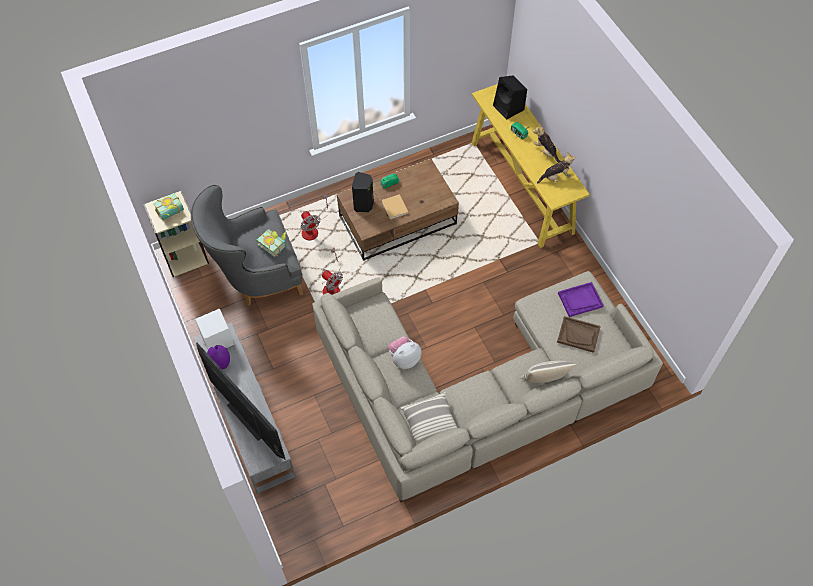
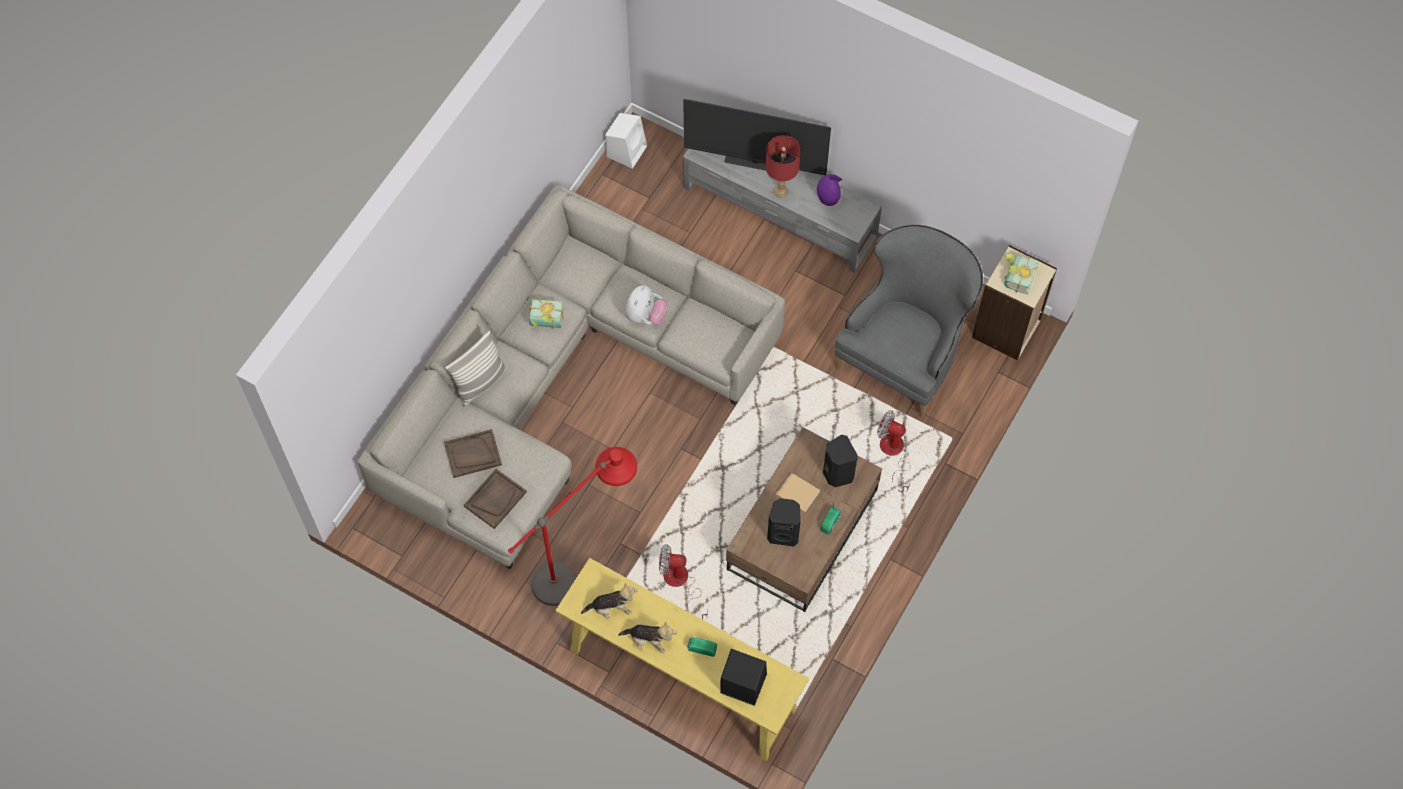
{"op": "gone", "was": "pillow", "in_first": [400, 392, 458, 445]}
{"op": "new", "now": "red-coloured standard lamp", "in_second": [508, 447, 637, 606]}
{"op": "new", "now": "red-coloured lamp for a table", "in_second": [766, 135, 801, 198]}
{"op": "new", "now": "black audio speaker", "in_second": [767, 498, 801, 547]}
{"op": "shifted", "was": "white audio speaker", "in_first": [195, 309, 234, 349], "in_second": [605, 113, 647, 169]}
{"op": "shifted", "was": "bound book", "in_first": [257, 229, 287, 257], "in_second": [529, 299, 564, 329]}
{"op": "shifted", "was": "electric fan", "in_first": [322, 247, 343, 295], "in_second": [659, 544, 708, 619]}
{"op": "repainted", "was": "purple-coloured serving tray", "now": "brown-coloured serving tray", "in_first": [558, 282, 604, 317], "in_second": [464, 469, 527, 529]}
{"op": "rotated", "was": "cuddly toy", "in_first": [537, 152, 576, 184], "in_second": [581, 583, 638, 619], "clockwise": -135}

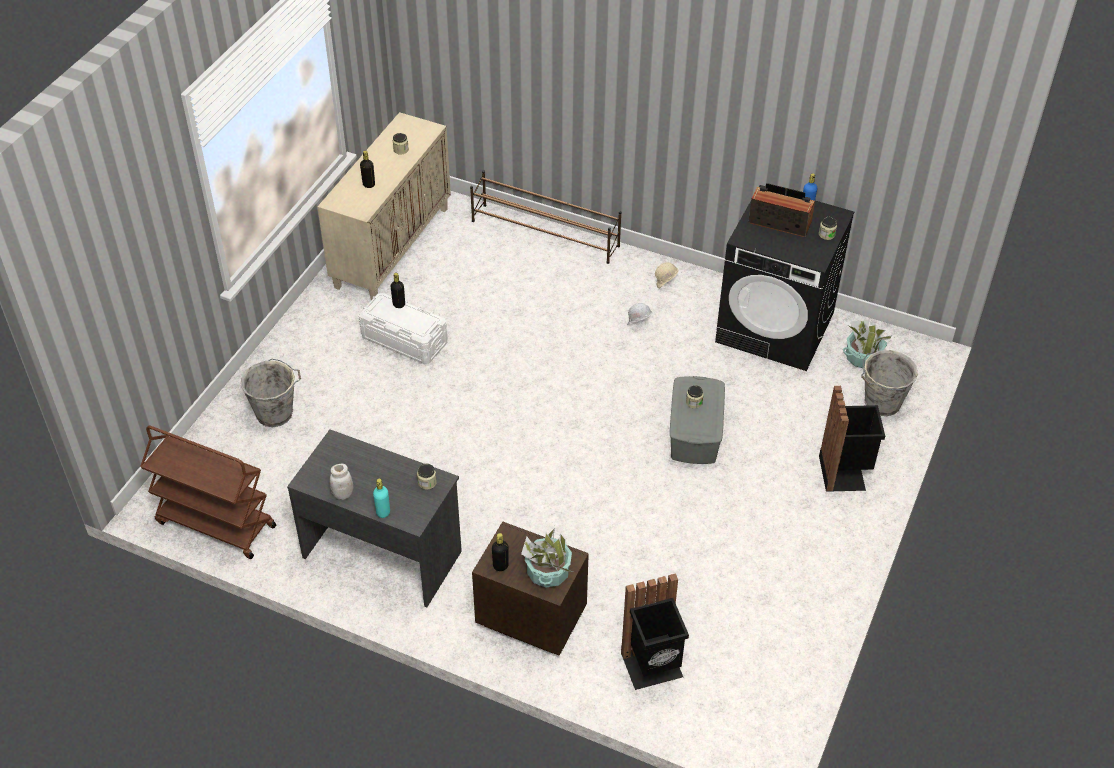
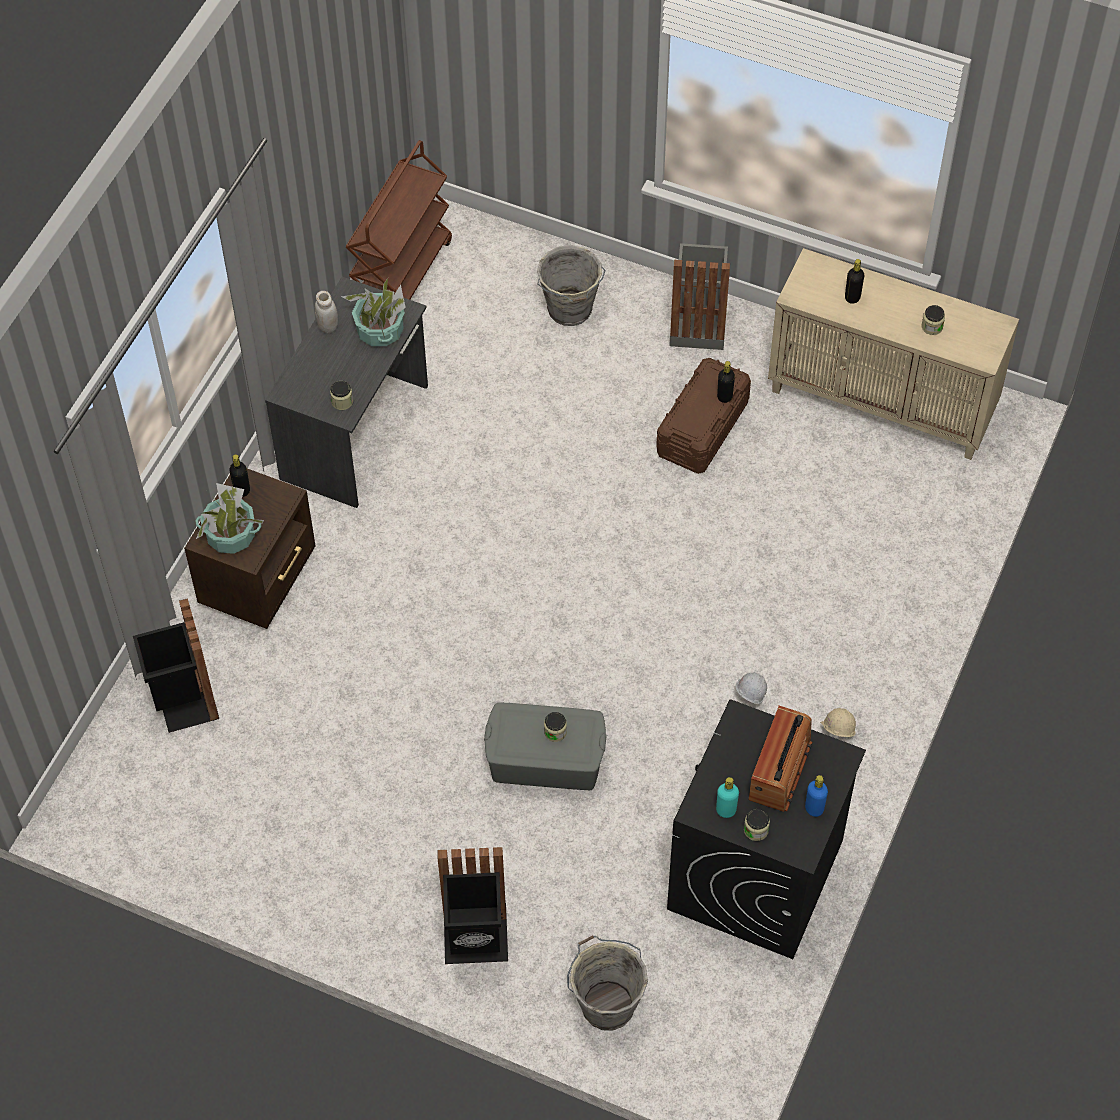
{"op": "gone", "was": "brown-coloured shoe rack", "in_first": [470, 170, 621, 264]}
{"op": "new", "now": "grey rubbish bin", "in_second": [669, 243, 730, 350]}
{"op": "shifted", "was": "blue-green bottle", "in_first": [373, 478, 390, 518], "in_second": [716, 777, 739, 818]}
{"op": "shifted", "was": "houseplant", "in_first": [843, 320, 892, 368], "in_second": [341, 278, 406, 346]}
{"op": "repainted", "was": "white storage box", "now": "brown-coloured storage box", "in_first": [359, 293, 448, 364], "in_second": [656, 358, 751, 474]}

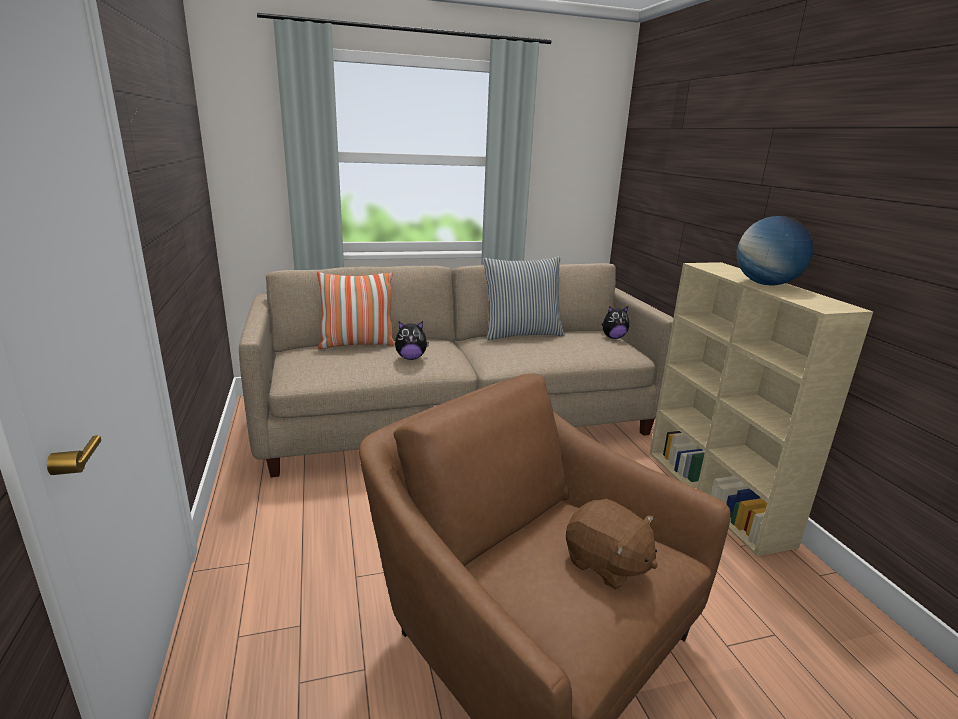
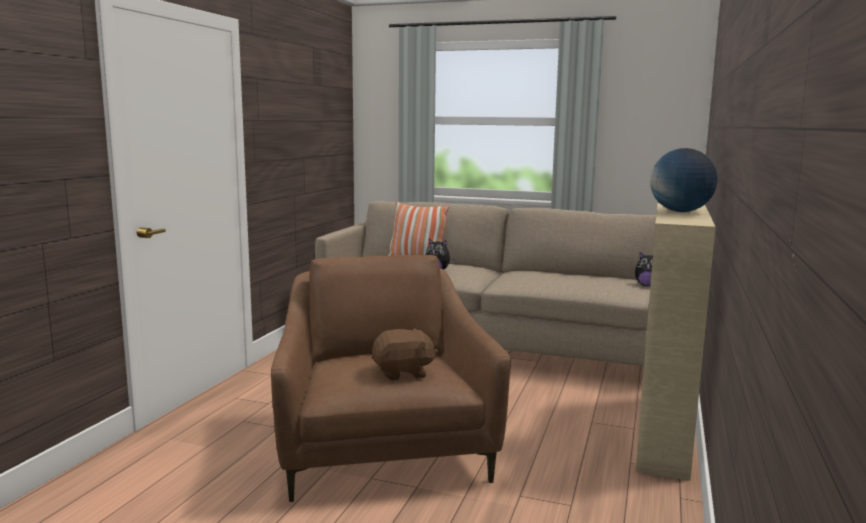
{"op": "gone", "was": "pillow", "in_first": [483, 256, 565, 340]}
{"op": "rotated", "was": "brown-coloured cuddly toy", "in_first": [566, 499, 658, 590], "in_second": [371, 328, 438, 381], "clockwise": -90}

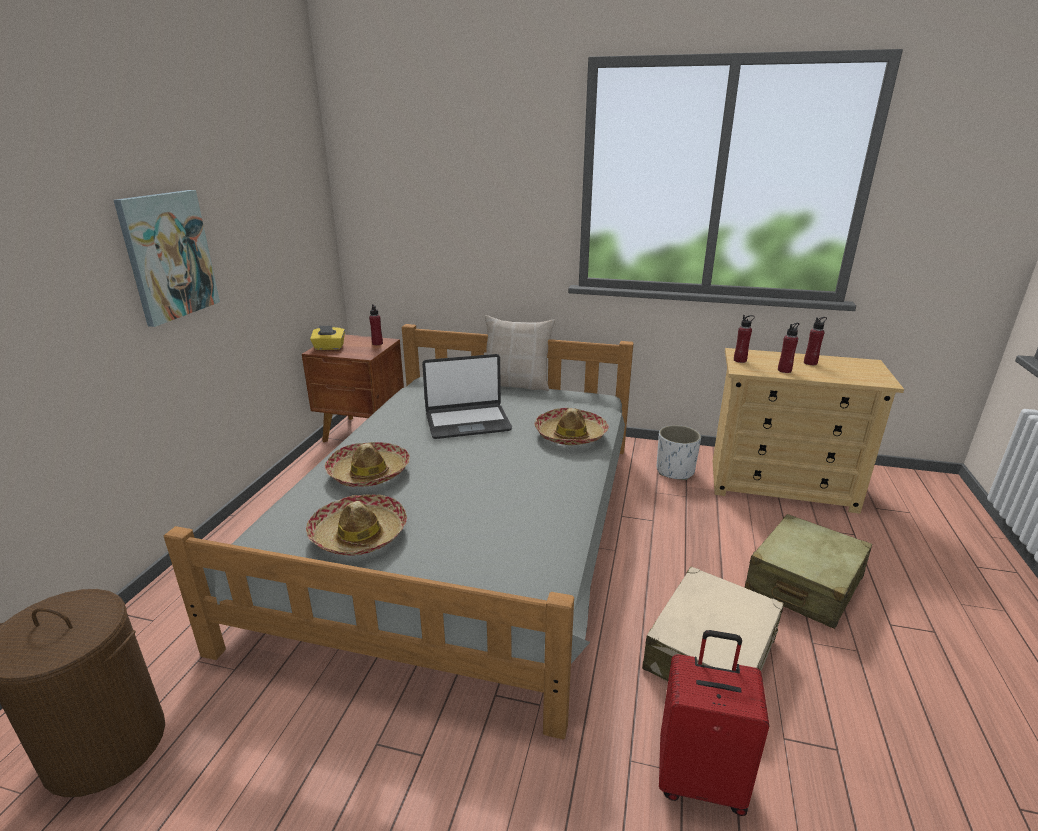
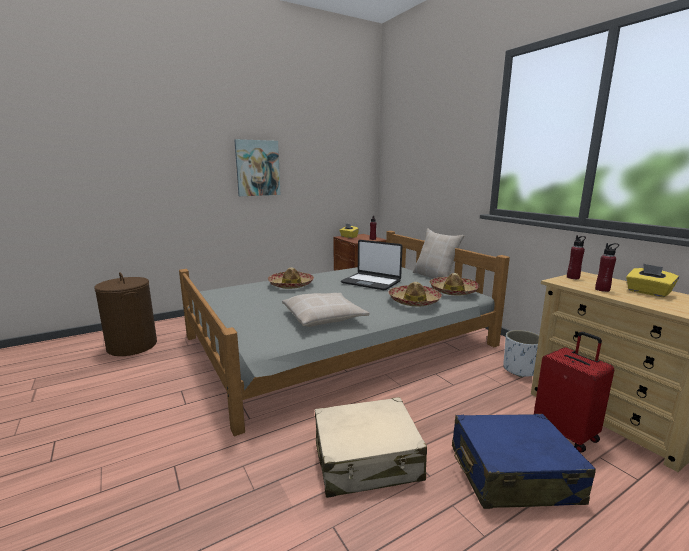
{"op": "new", "now": "beige-coloured pillow", "in_second": [282, 293, 370, 327]}
{"op": "shifted", "was": "hat", "in_first": [306, 494, 407, 556], "in_second": [429, 273, 480, 296]}
{"op": "shifted", "was": "red-coloured travel case", "in_first": [659, 630, 769, 816], "in_second": [534, 332, 614, 453]}
{"op": "swapped", "was": "red-coloured bottle", "now": "yellow tissue box", "in_first": [804, 317, 827, 365], "in_second": [626, 264, 679, 297]}
{"op": "repainted", "was": "beige-coloured travel case", "now": "blue-coloured travel case", "in_first": [745, 514, 872, 629], "in_second": [452, 414, 596, 509]}

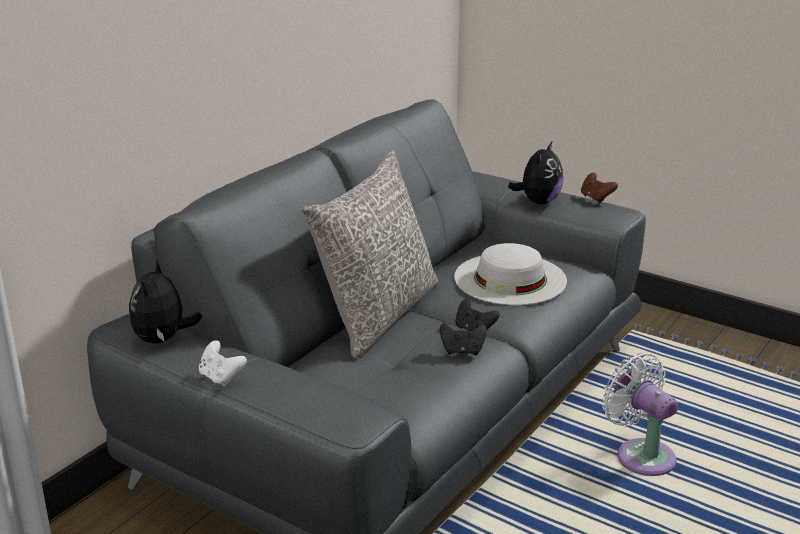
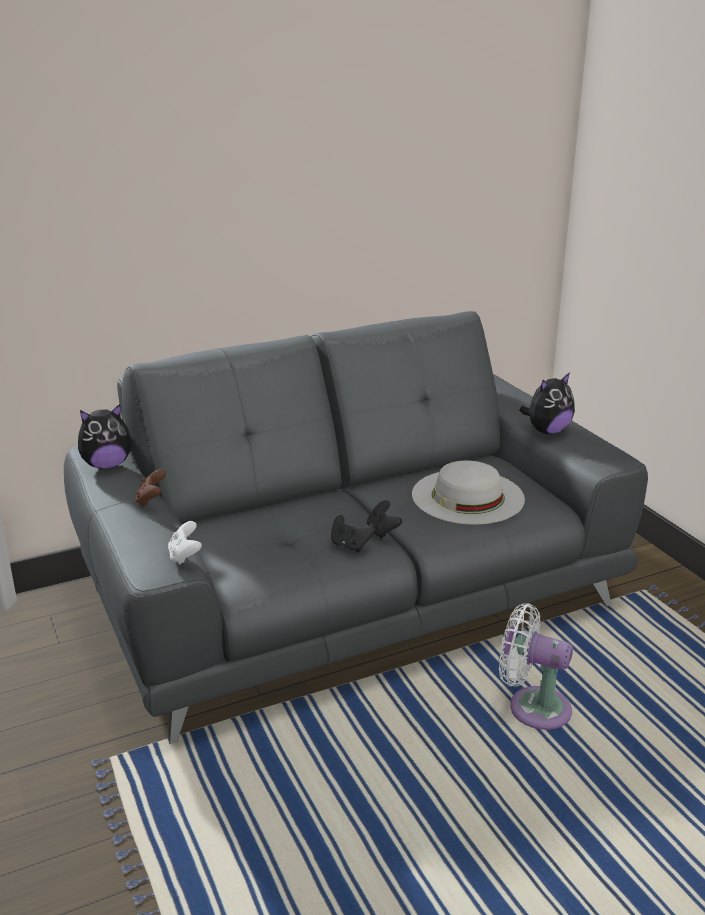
{"op": "gone", "was": "grey pillow", "in_first": [301, 150, 439, 358]}
{"op": "shifted", "was": "white game controller", "in_first": [199, 340, 247, 386], "in_second": [168, 521, 202, 565]}
{"op": "shifted", "was": "brown-coloured game controller", "in_first": [581, 173, 618, 203], "in_second": [135, 469, 166, 507]}
{"op": "rotated", "was": "cuddly toy", "in_first": [129, 260, 202, 343], "in_second": [78, 404, 131, 469], "clockwise": -150}
{"op": "rotated", "was": "white electric fan", "in_first": [602, 353, 678, 476], "in_second": [499, 603, 573, 730], "clockwise": -60}

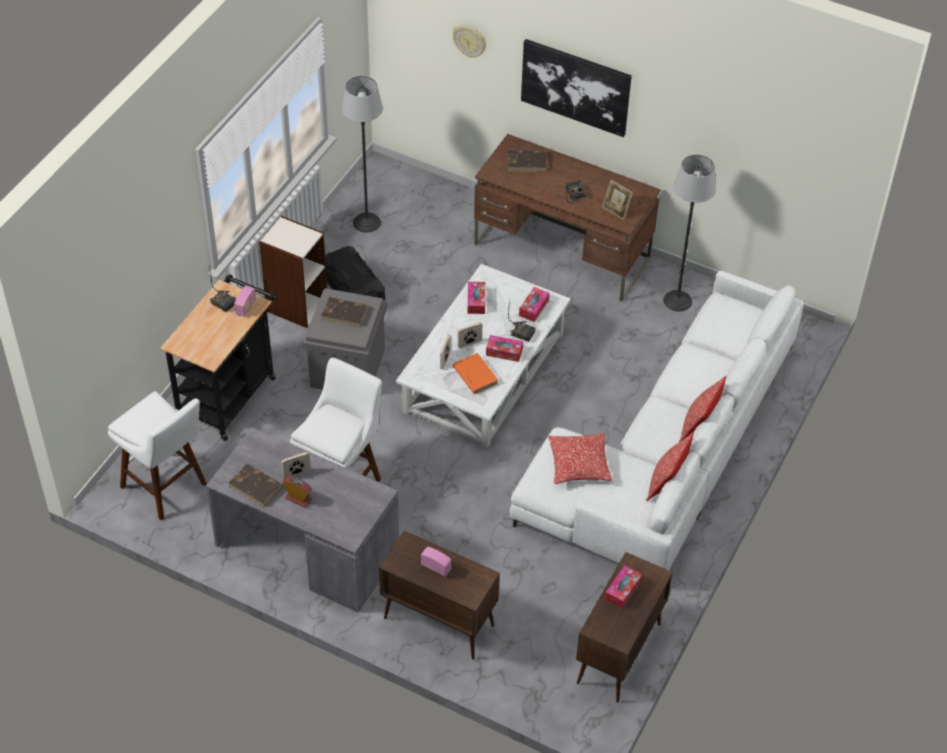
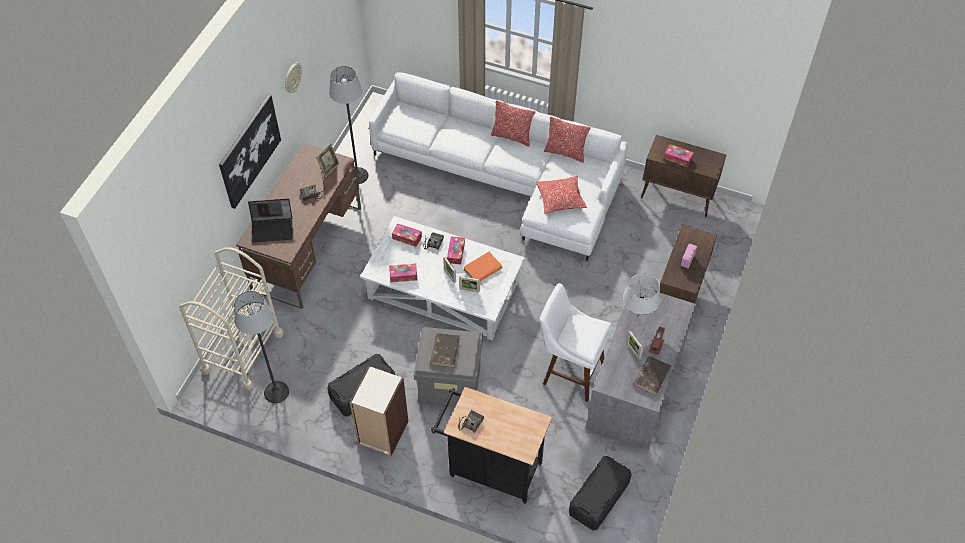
{"op": "gone", "was": "radio", "in_first": [234, 286, 256, 317]}
{"op": "new", "now": "beige-coloured trolley", "in_second": [179, 247, 283, 390]}
{"op": "new", "now": "grey lamp for a table", "in_second": [623, 273, 660, 318]}
{"op": "shifted", "was": "clock on the wall", "in_first": [453, 25, 486, 58], "in_second": [285, 63, 302, 93]}
{"op": "swapped", "was": "white stool", "now": "black storage box", "in_first": [108, 391, 207, 520], "in_second": [569, 456, 631, 531]}
{"op": "swapped", "was": "brown-coloured bound book", "now": "portable computer", "in_first": [508, 150, 547, 172], "in_second": [248, 199, 292, 242]}

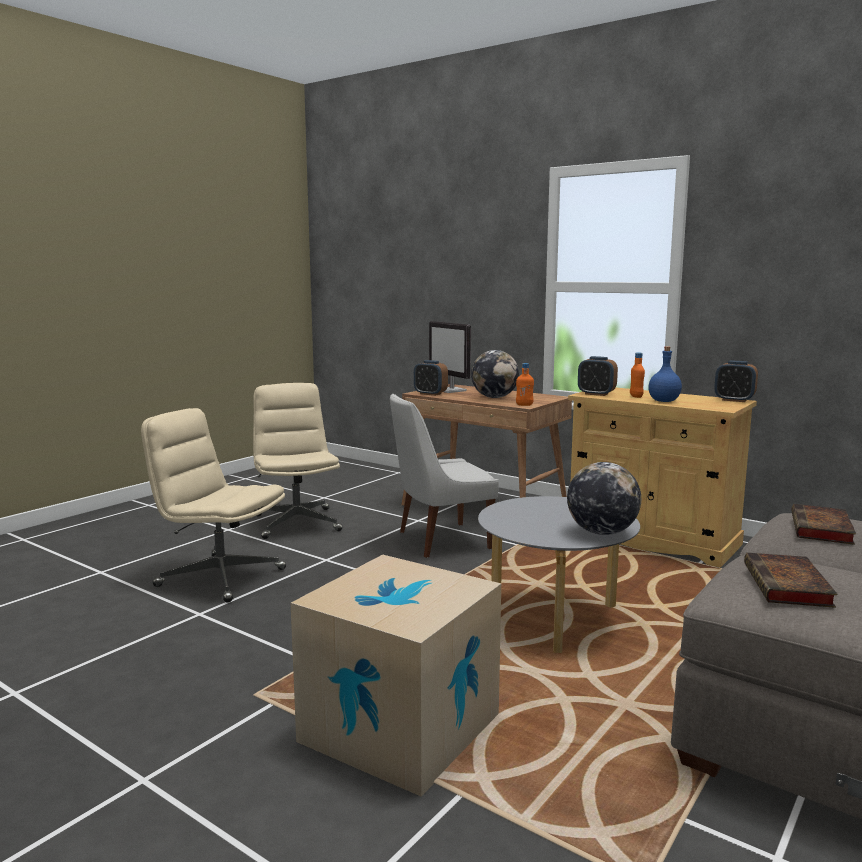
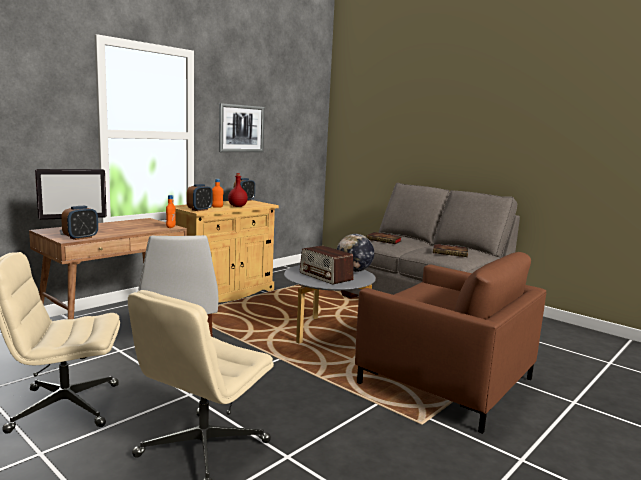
{"op": "gone", "was": "desk globe", "in_first": [471, 350, 519, 398]}
{"op": "new", "now": "wall art", "in_second": [219, 103, 265, 152]}
{"op": "new", "now": "radio", "in_second": [300, 246, 354, 285]}
{"op": "swapped", "was": "packing box", "now": "brown-coloured easy chair", "in_first": [291, 554, 501, 797], "in_second": [355, 252, 546, 434]}
{"op": "repainted", "was": "blue-coloured bottle", "now": "red-coloured bottle", "in_first": [648, 346, 682, 402], "in_second": [228, 173, 248, 207]}

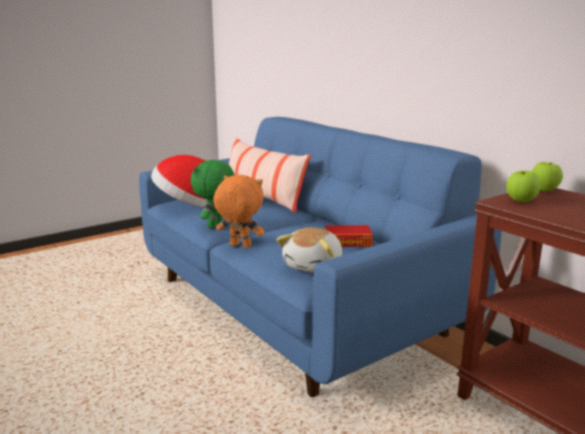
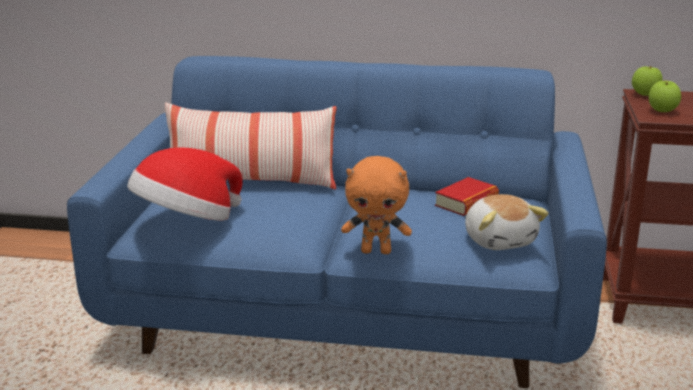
{"op": "gone", "was": "greenish cuddly toy", "in_first": [191, 160, 235, 228]}
{"op": "rotated", "was": "orange-coloured cuddly toy", "in_first": [214, 175, 264, 248], "in_second": [341, 156, 412, 254], "clockwise": -150}

